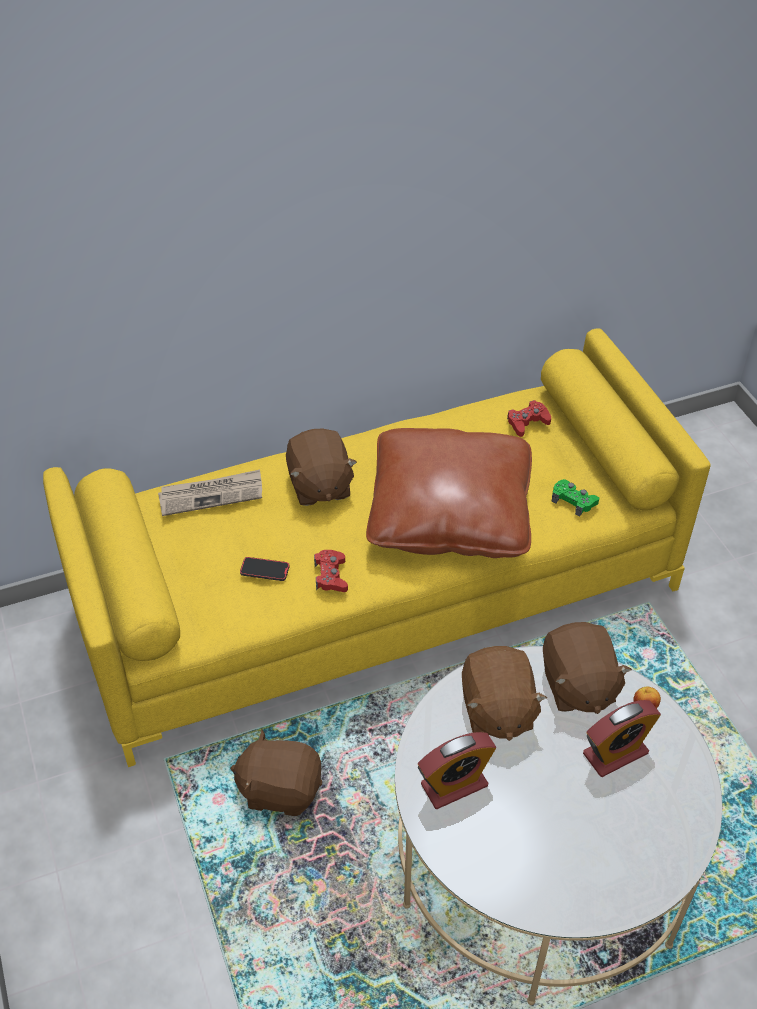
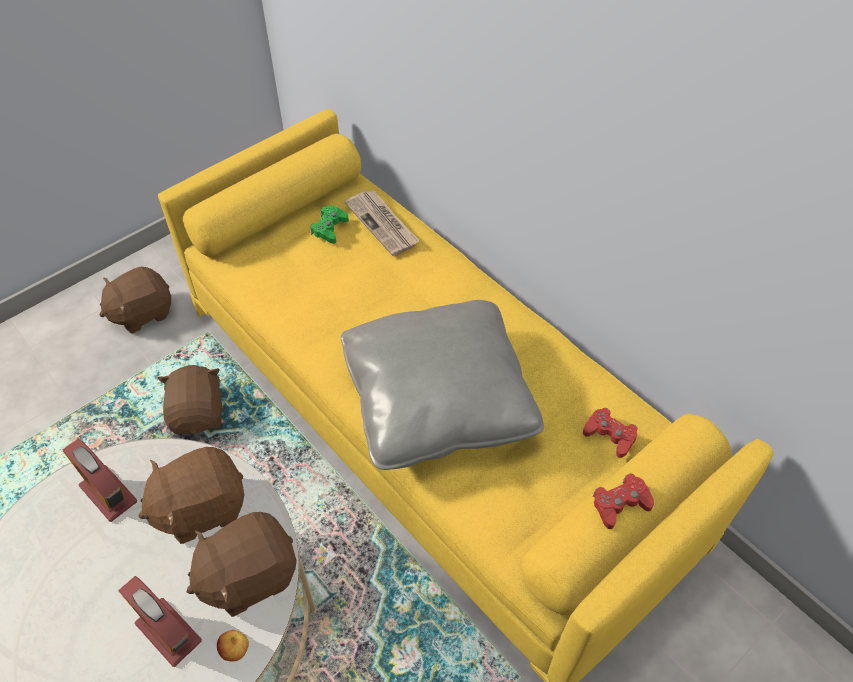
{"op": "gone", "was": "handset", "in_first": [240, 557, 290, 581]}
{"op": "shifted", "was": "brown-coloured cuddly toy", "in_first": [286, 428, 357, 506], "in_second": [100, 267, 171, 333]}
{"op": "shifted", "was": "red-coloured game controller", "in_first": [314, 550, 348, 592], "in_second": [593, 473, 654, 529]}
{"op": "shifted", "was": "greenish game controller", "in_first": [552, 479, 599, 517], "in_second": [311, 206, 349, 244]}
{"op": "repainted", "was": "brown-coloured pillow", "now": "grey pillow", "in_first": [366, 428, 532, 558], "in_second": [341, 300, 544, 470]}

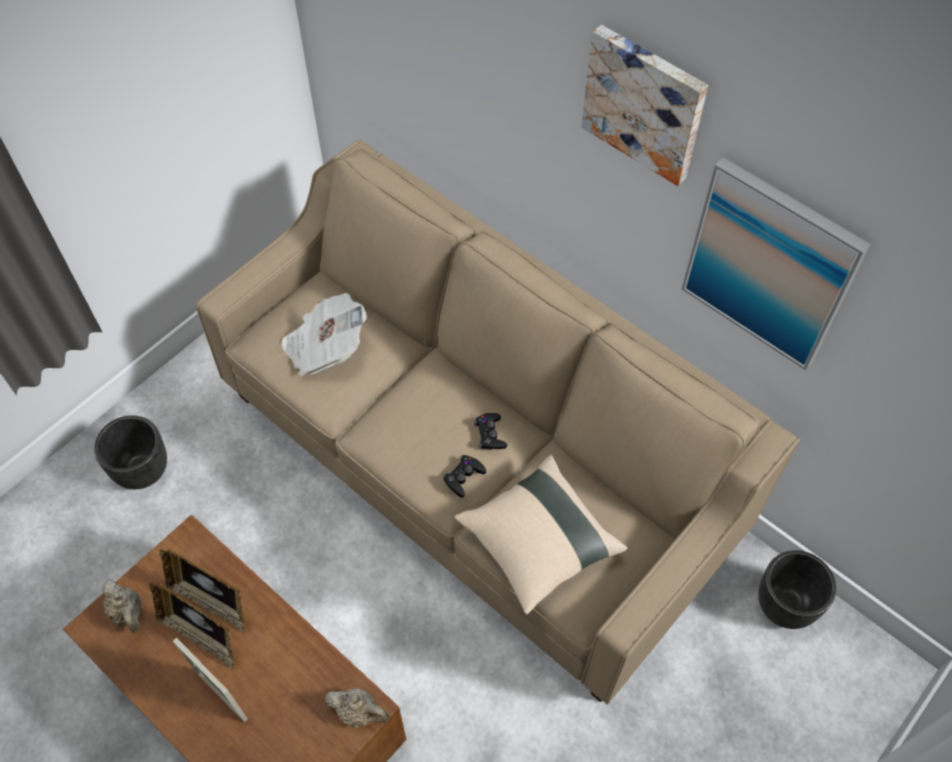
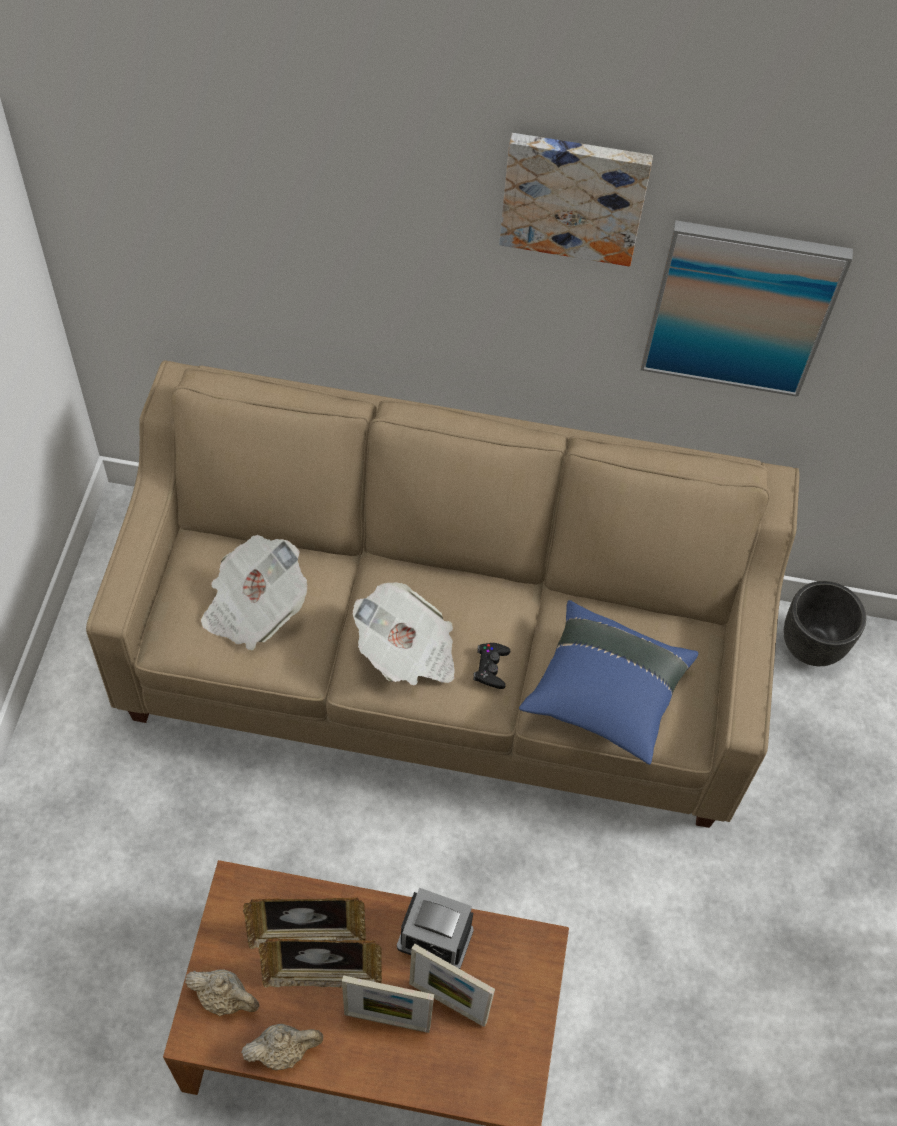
{"op": "gone", "was": "black plant pot", "in_first": [94, 415, 167, 489]}
{"op": "gone", "was": "black game controller", "in_first": [474, 413, 507, 449]}
{"op": "new", "now": "printed paper", "in_second": [353, 582, 454, 686]}
{"op": "new", "now": "table clock", "in_second": [397, 888, 474, 969]}
{"op": "new", "now": "standing frame", "in_second": [409, 943, 495, 1027]}
{"op": "shifted", "was": "beige-coloured teapot", "in_first": [325, 688, 390, 728], "in_second": [241, 1024, 323, 1070]}
{"op": "repainted", "was": "beige-coloured pillow", "now": "blue-coloured pillow", "in_first": [454, 455, 627, 614], "in_second": [519, 600, 698, 765]}

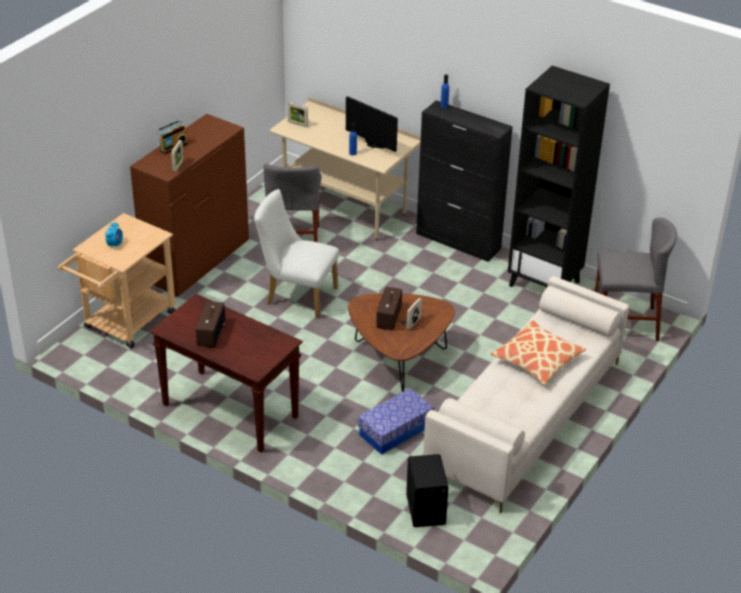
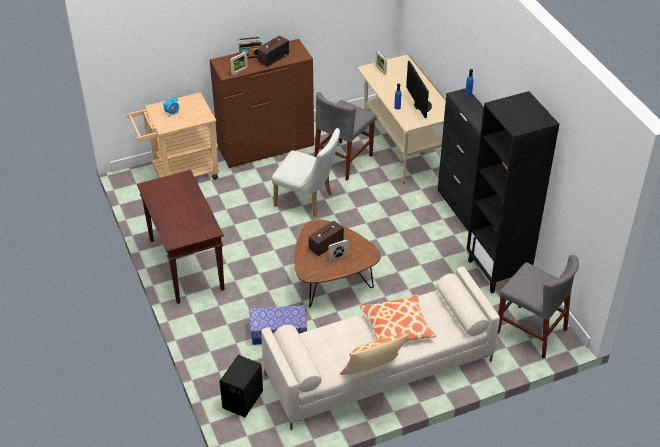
{"op": "new", "now": "pillow", "in_second": [340, 333, 410, 375]}
{"op": "shifted", "was": "radio", "in_first": [196, 301, 225, 348], "in_second": [257, 36, 289, 67]}
{"op": "rotated", "was": "white upright chair", "in_first": [254, 189, 339, 318], "in_second": [272, 128, 340, 218], "clockwise": 150}

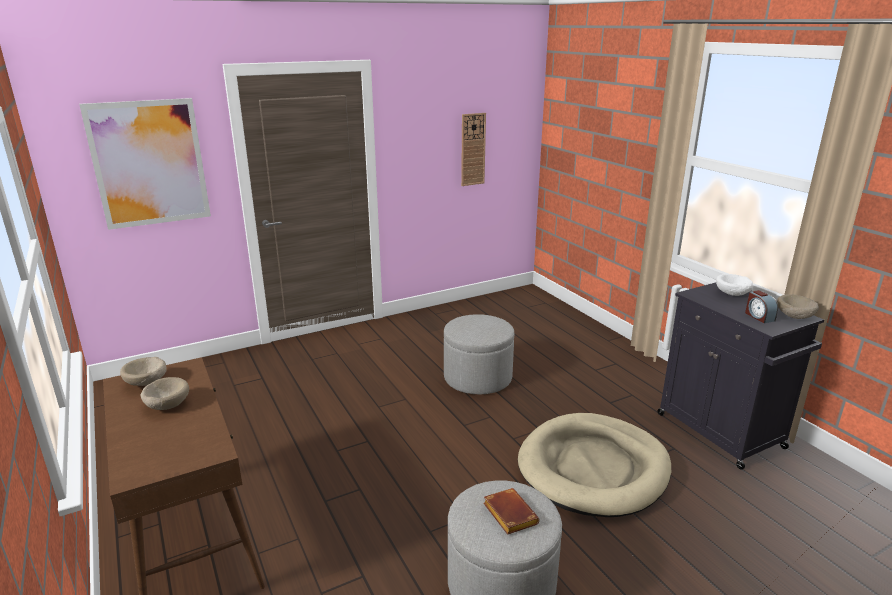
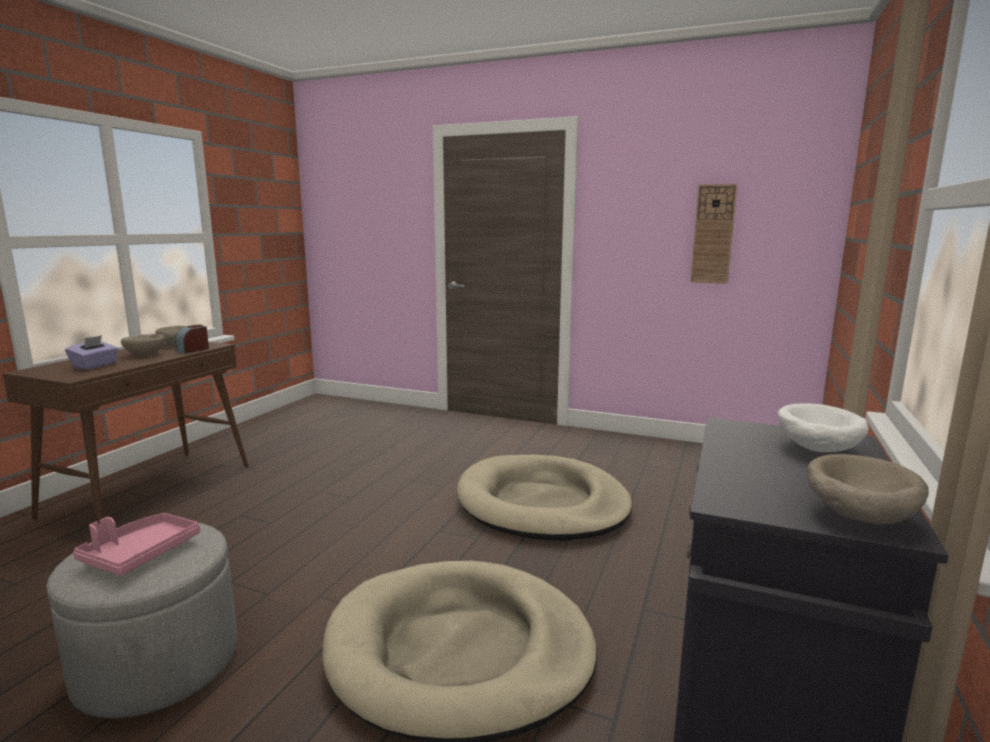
{"op": "gone", "was": "wall art", "in_first": [79, 98, 211, 230]}
{"op": "new", "now": "purple-coloured tissue box", "in_second": [65, 335, 119, 370]}
{"op": "shifted", "was": "table clock", "in_first": [745, 290, 778, 323], "in_second": [175, 324, 209, 354]}
{"op": "swapped", "was": "grey pouffe", "now": "beige-coloured dog bed", "in_first": [444, 314, 514, 394], "in_second": [457, 455, 632, 541]}
{"op": "swapped", "was": "brown-coloured bound book", "now": "pink serving tray", "in_first": [483, 488, 540, 535], "in_second": [73, 513, 200, 575]}

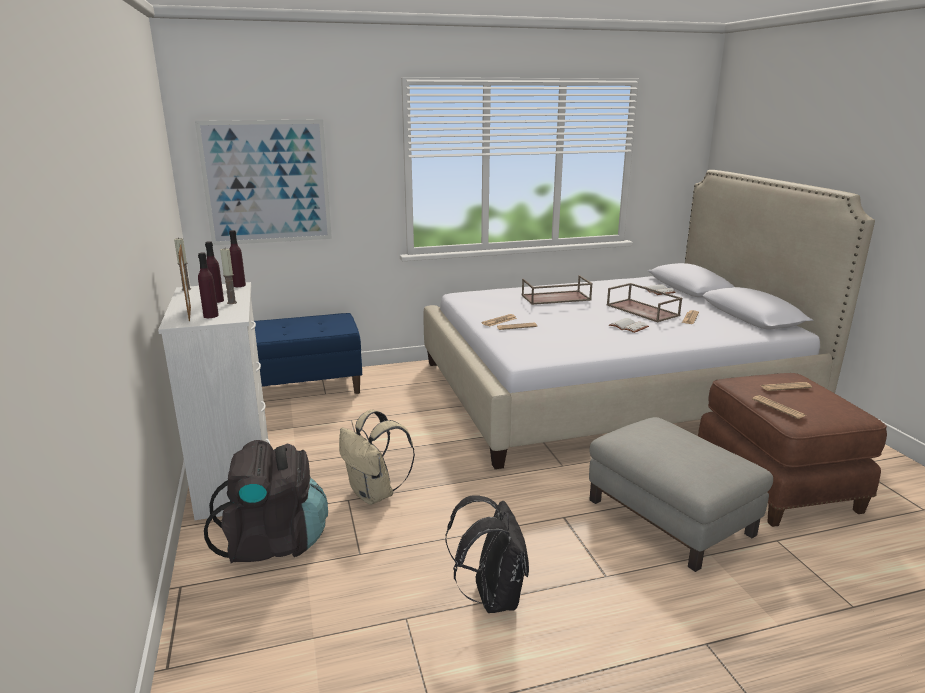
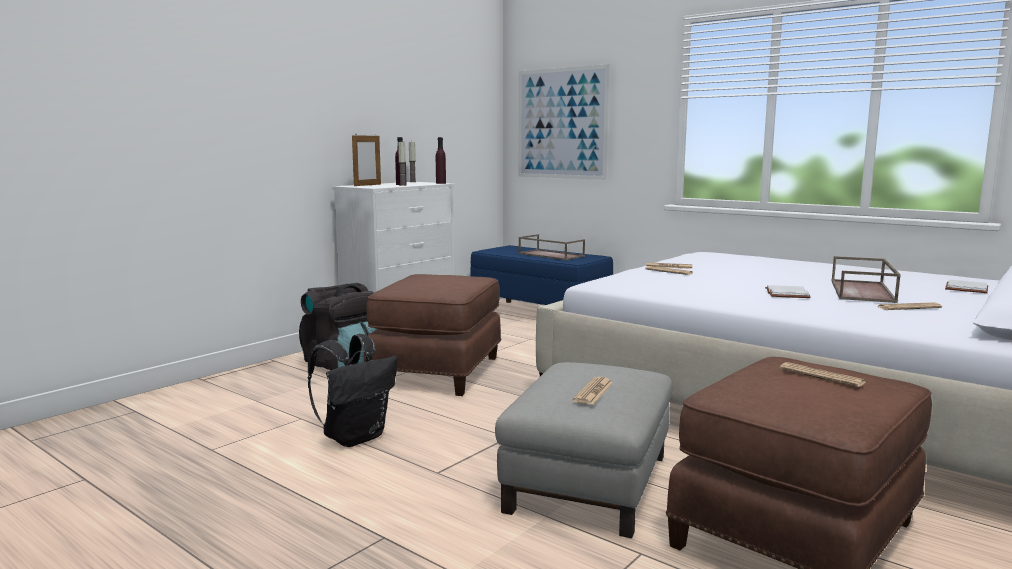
{"op": "gone", "was": "purple-coloured bottle", "in_first": [198, 253, 219, 318]}
{"op": "shifted", "was": "brown-coloured serving tray", "in_first": [522, 275, 593, 305], "in_second": [518, 234, 585, 260]}
{"op": "shifted", "was": "printed paper", "in_first": [752, 395, 806, 419], "in_second": [573, 377, 613, 405]}
{"op": "swapped", "was": "beige-coloured rucksack", "now": "brown-coloured pouffe", "in_first": [339, 410, 415, 505], "in_second": [364, 274, 501, 396]}

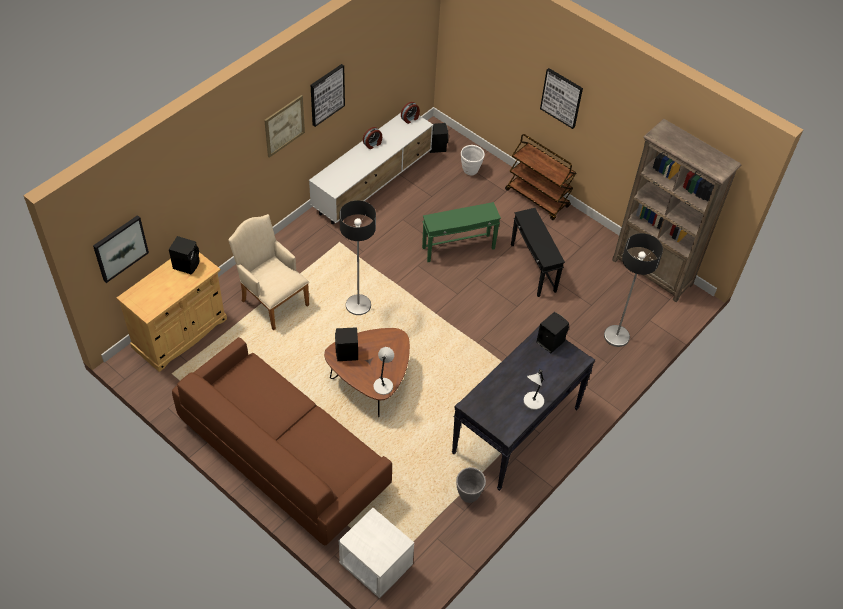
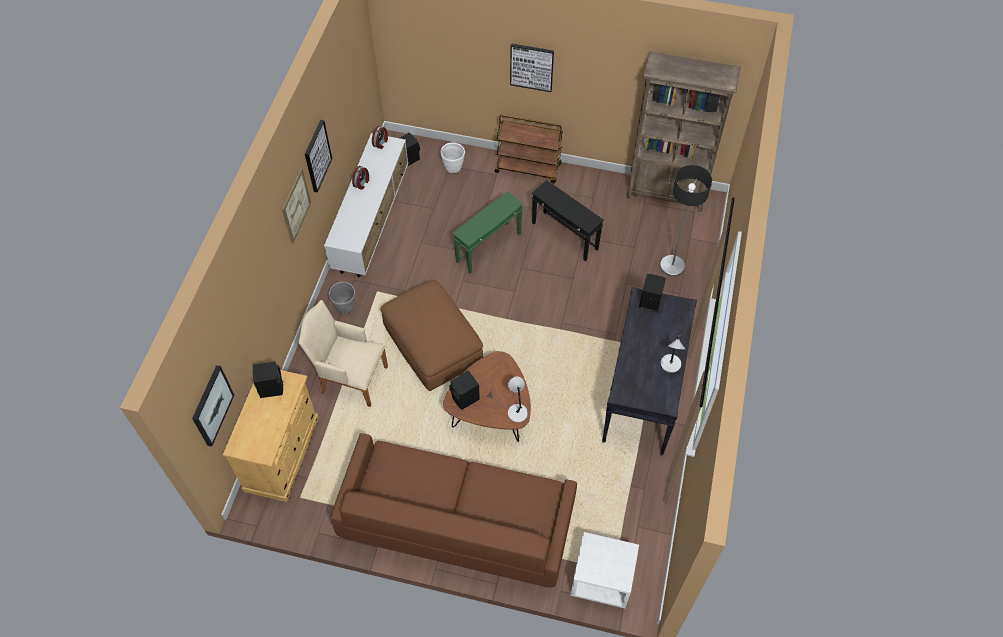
{"op": "shifted", "was": "grey plant pot", "in_first": [456, 467, 486, 503], "in_second": [329, 282, 355, 314]}
{"op": "swapped", "was": "standard lamp", "now": "brown-coloured pouffe", "in_first": [339, 200, 376, 315], "in_second": [381, 280, 483, 391]}

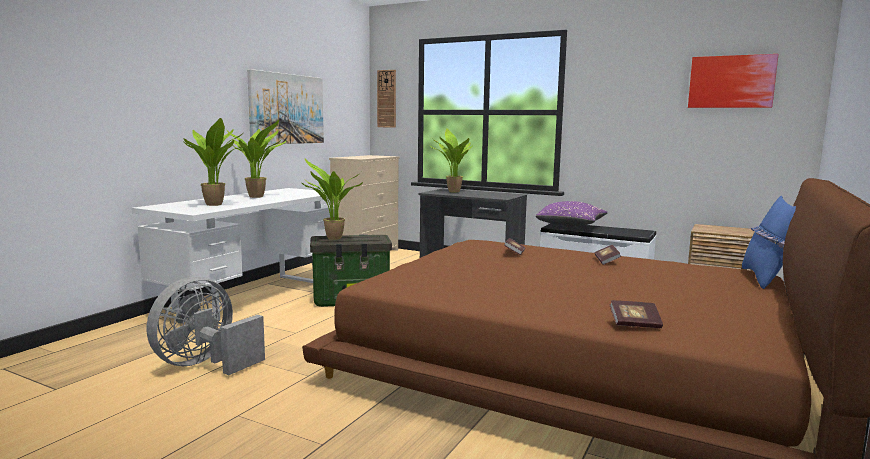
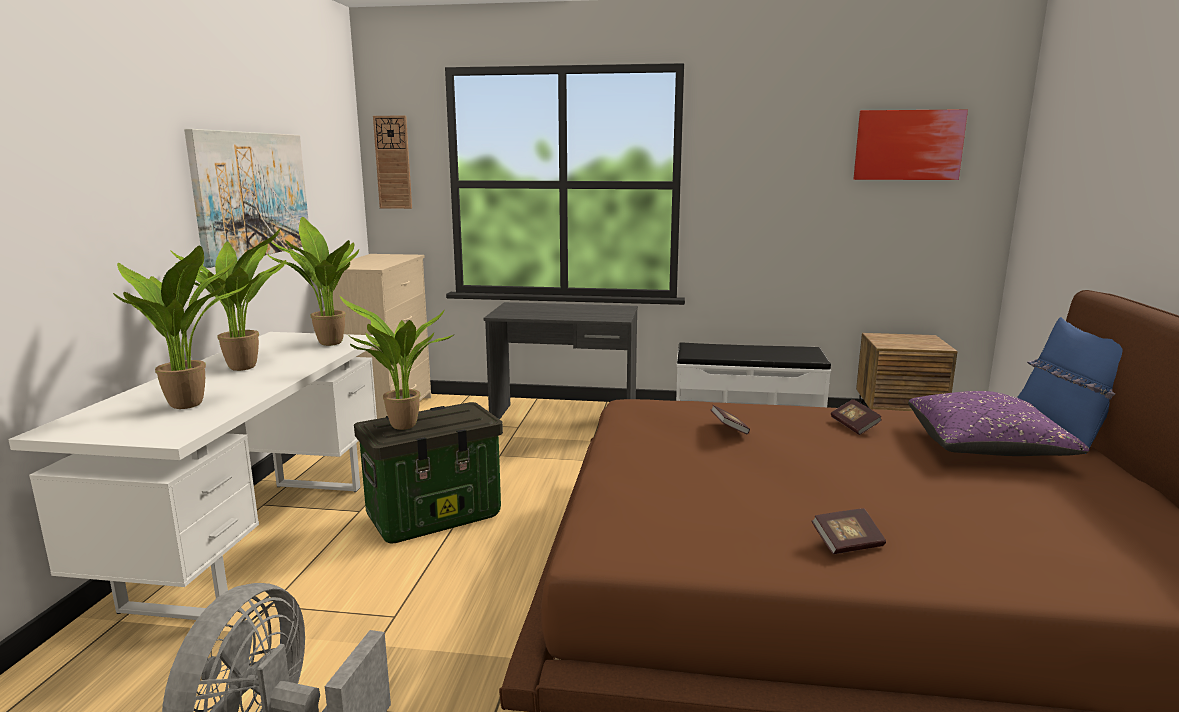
{"op": "shifted", "was": "houseplant", "in_first": [429, 128, 473, 193], "in_second": [267, 217, 359, 346]}
{"op": "shifted", "was": "purple-coloured pillow", "in_first": [536, 201, 608, 227], "in_second": [908, 391, 1089, 456]}
{"op": "shifted", "was": "bound book", "in_first": [610, 300, 663, 328], "in_second": [811, 508, 886, 554]}

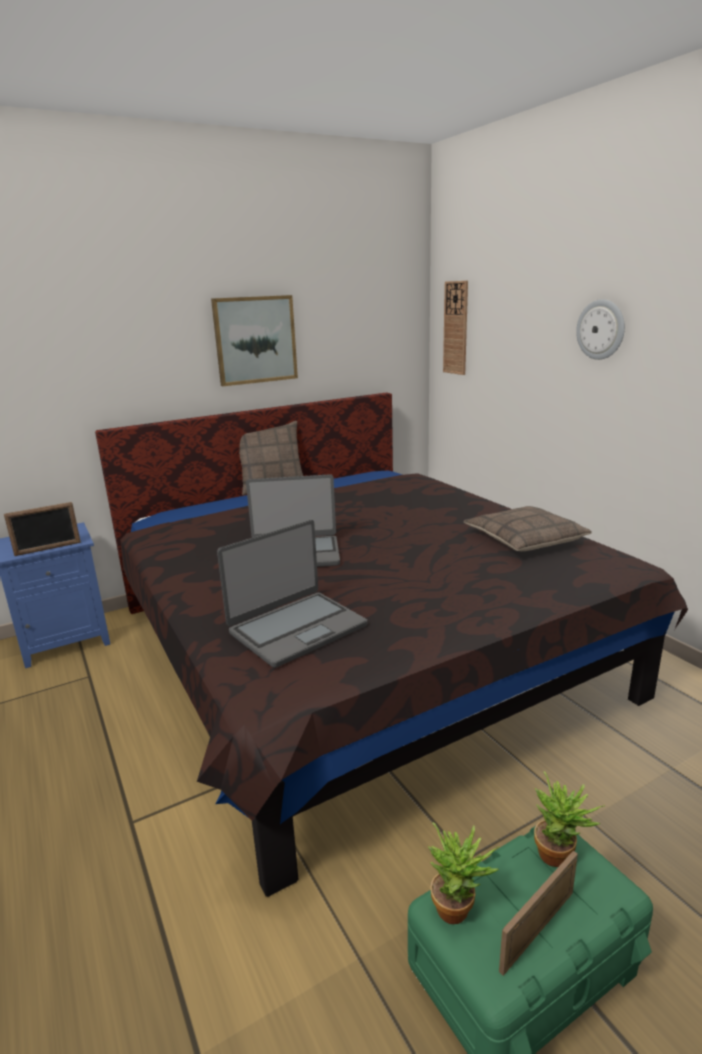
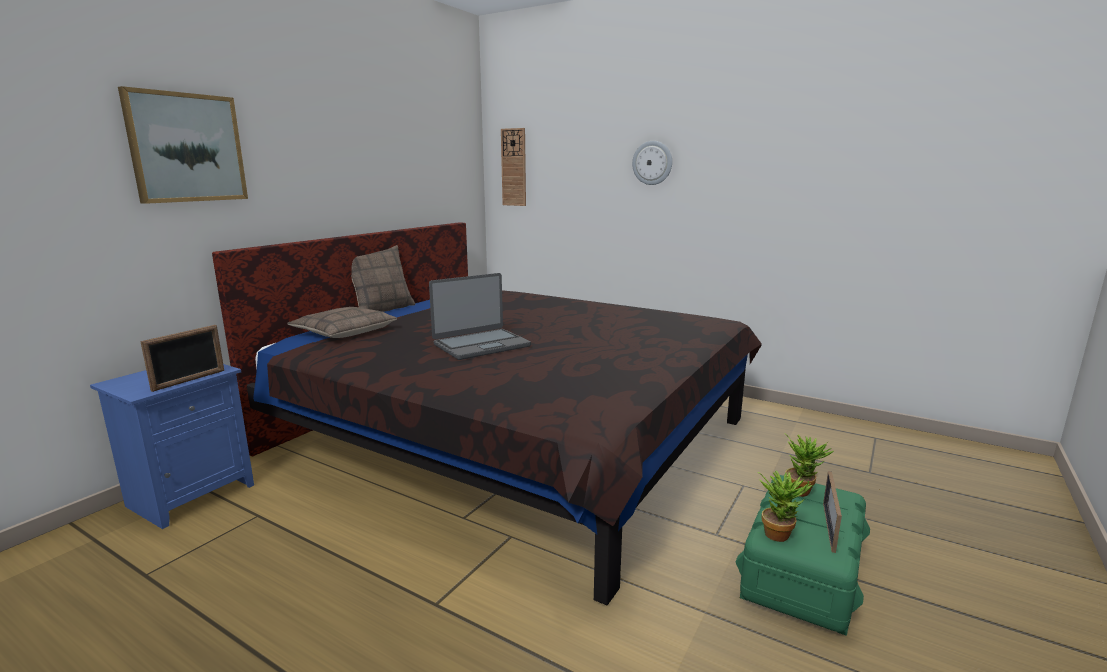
{"op": "gone", "was": "portable computer", "in_first": [217, 520, 367, 668]}
{"op": "shifted", "was": "wall art", "in_first": [211, 295, 298, 386], "in_second": [118, 86, 248, 204]}
{"op": "shifted", "was": "pillow", "in_first": [464, 506, 592, 551], "in_second": [287, 307, 397, 338]}

